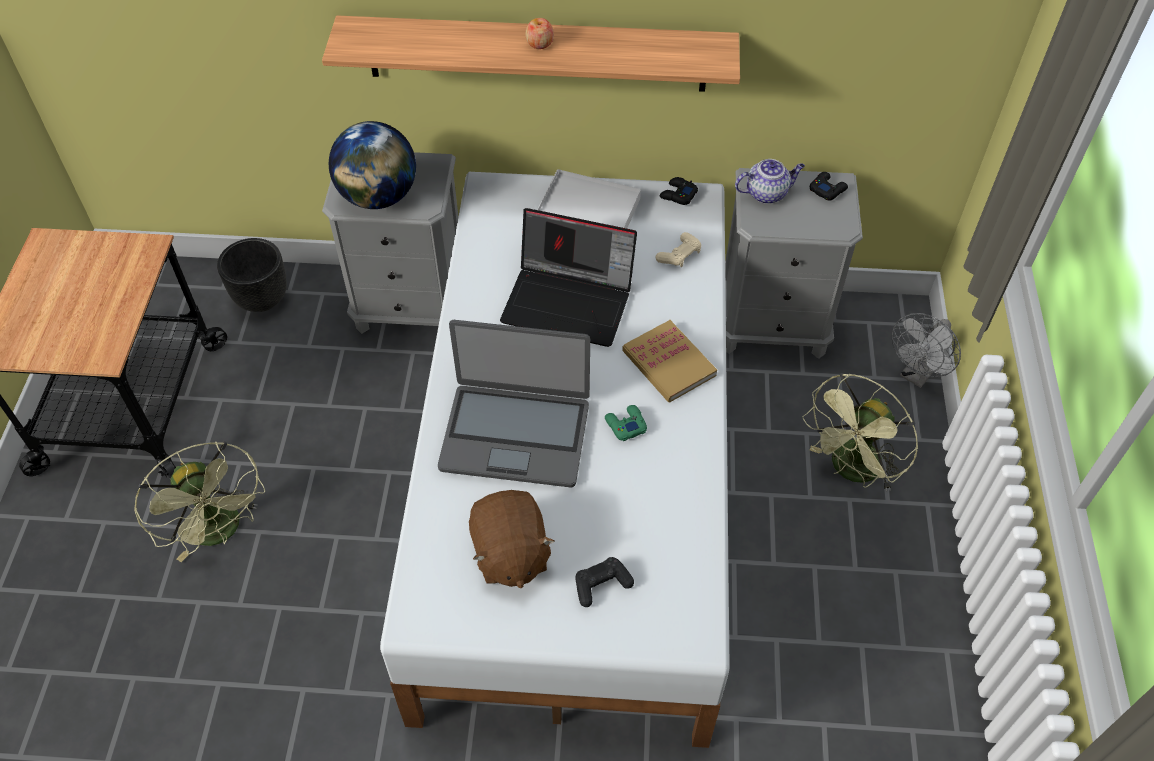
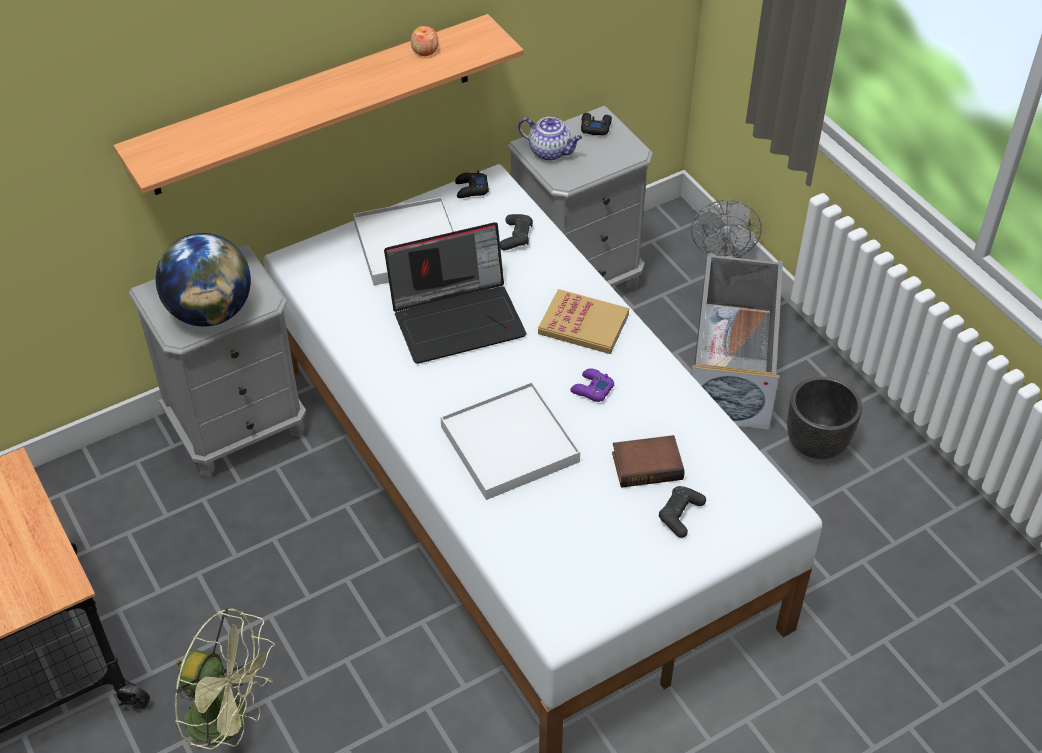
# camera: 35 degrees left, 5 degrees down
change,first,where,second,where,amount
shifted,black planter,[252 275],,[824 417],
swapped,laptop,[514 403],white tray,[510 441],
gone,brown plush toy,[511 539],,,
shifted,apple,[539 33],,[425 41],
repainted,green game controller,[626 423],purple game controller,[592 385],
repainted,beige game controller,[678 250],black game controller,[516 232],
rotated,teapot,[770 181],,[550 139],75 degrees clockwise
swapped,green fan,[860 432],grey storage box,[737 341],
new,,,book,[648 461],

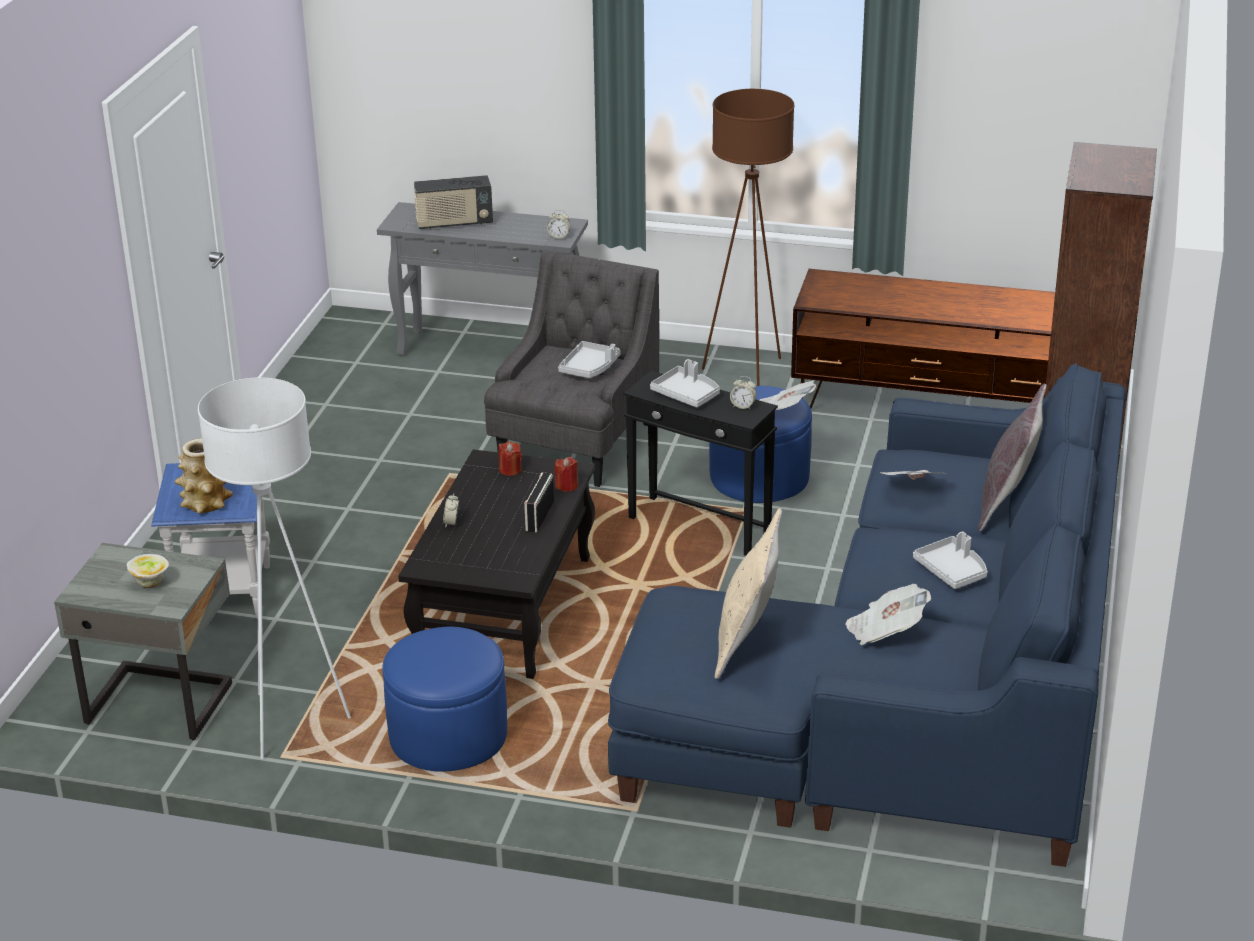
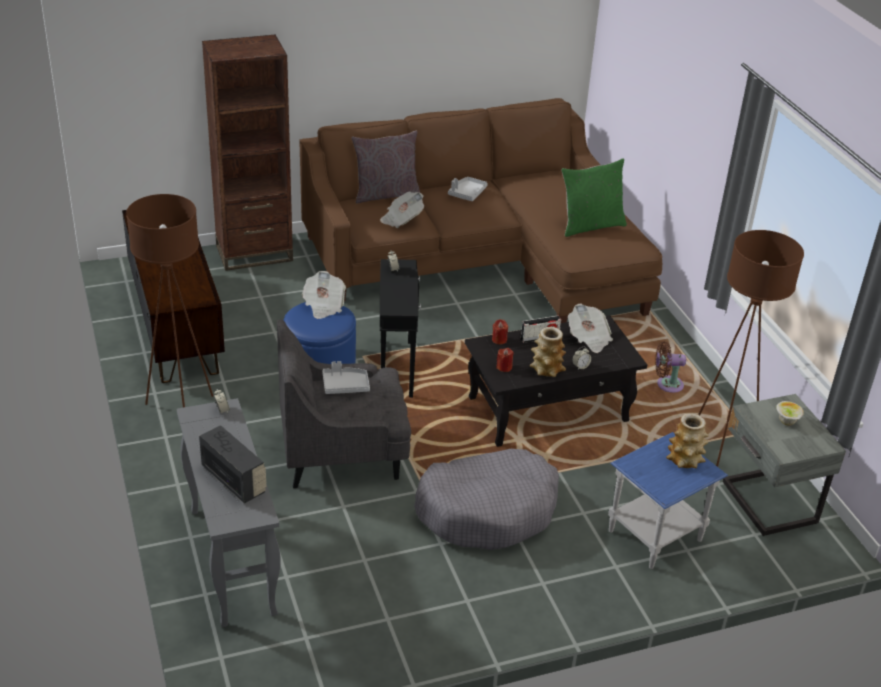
# camera: 125 degrees left, 5 degrees up
change,first,where,second,where,amount
repainted,white floor lamp,[274 568],brown floor lamp,[751 348],
swapped,blue ottoman,[444 699],brown fan,[670 367],
repainted,blue sofa,[867 615],brown sofa,[480 210],
gone,grey tray,[685 383],,,
repainted,beige pillow,[748 593],green pillow,[594 197],
shifted,newspaper,[888 614],,[590 328],
new,,,grey dog bed,[486 499],
new,,,vase,[548 352],

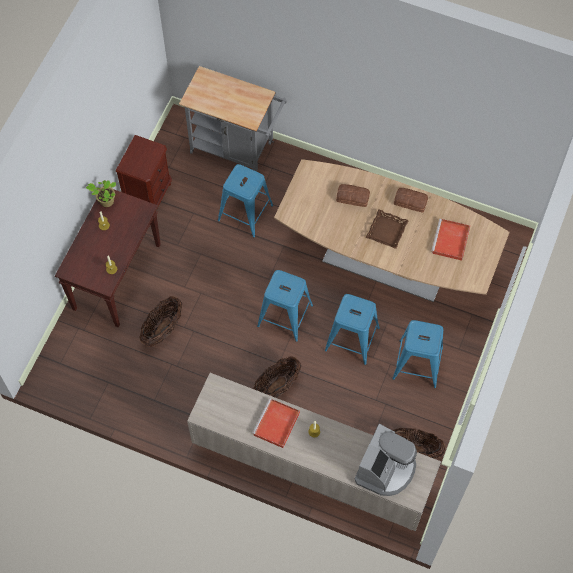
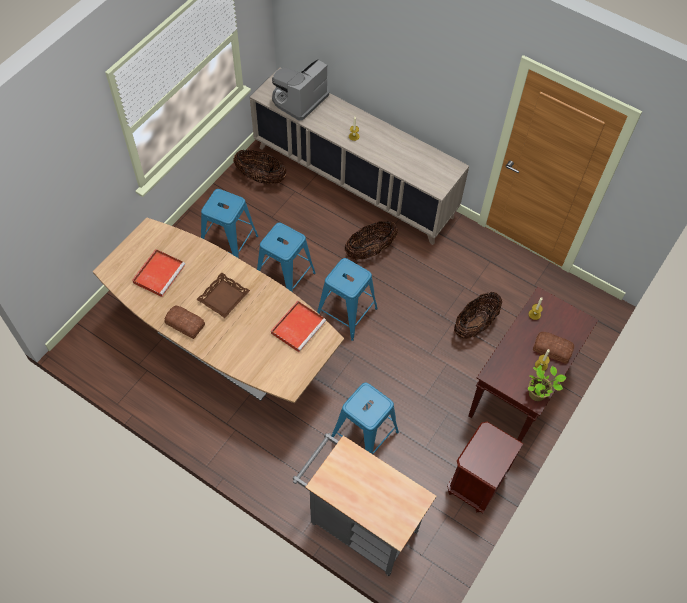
# camera: 170 degrees left, 5 degrees down
change,first,where,second,where,amount
shifted,red tray,[276 423],,[298 326],
shifted,bread,[353 195],,[553 348],

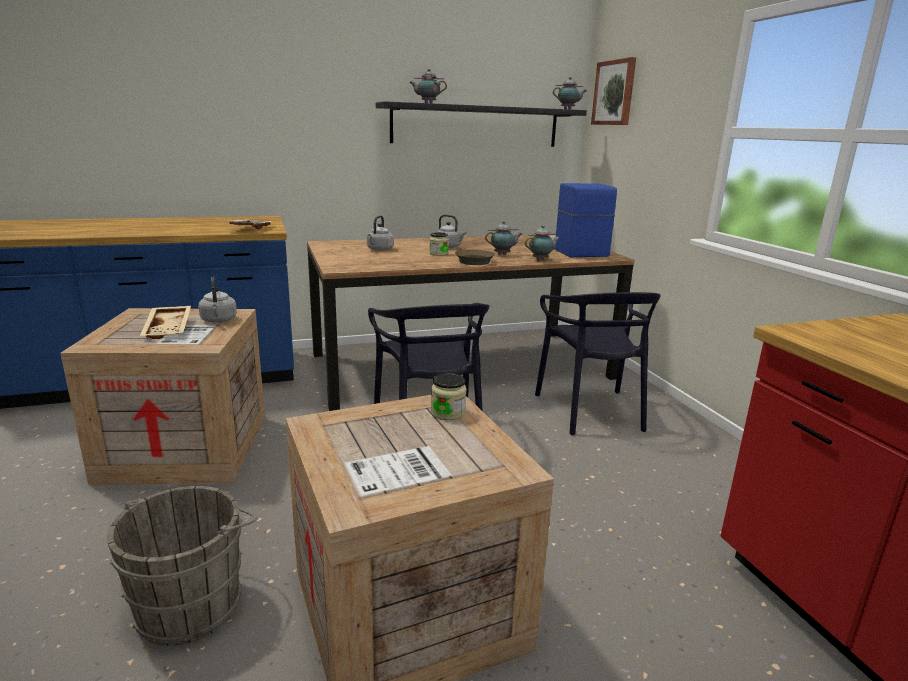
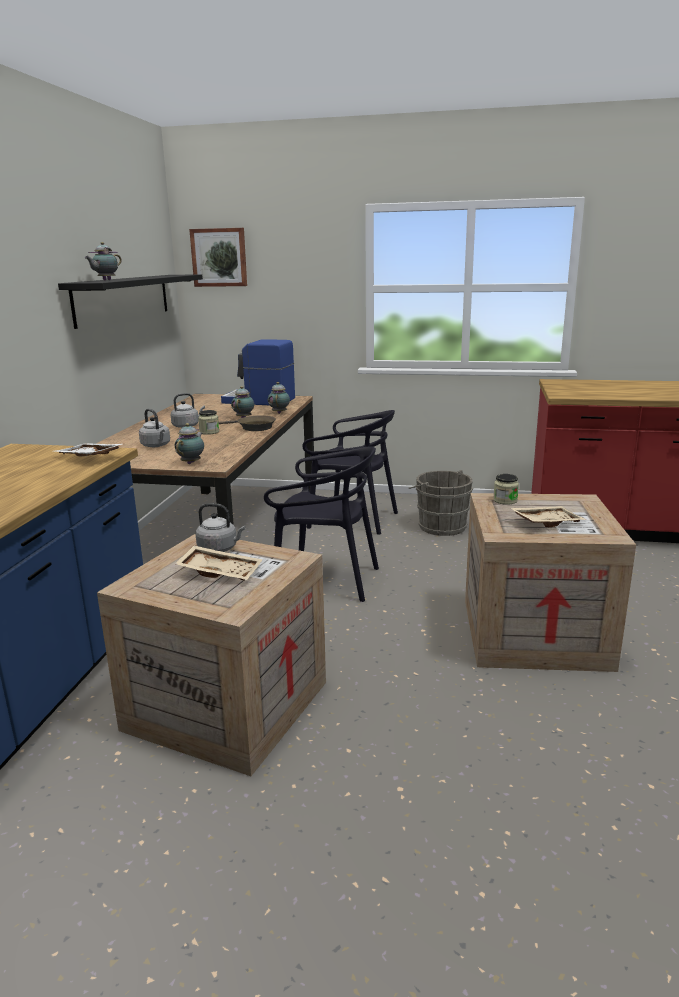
# camera: 60 degrees left, 0 degrees up
change,first,where,second,where,amount
shifted,grey bucket,[182 566],,[441 503],
shifted,teapot,[570 93],,[189 443],
new,,,beige tray,[548 516],

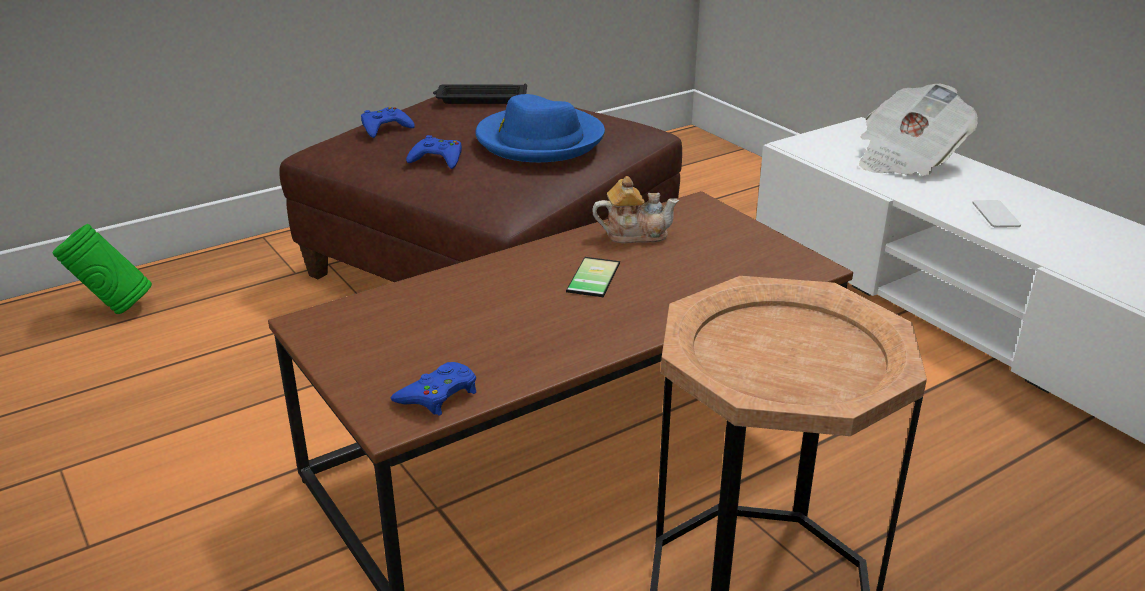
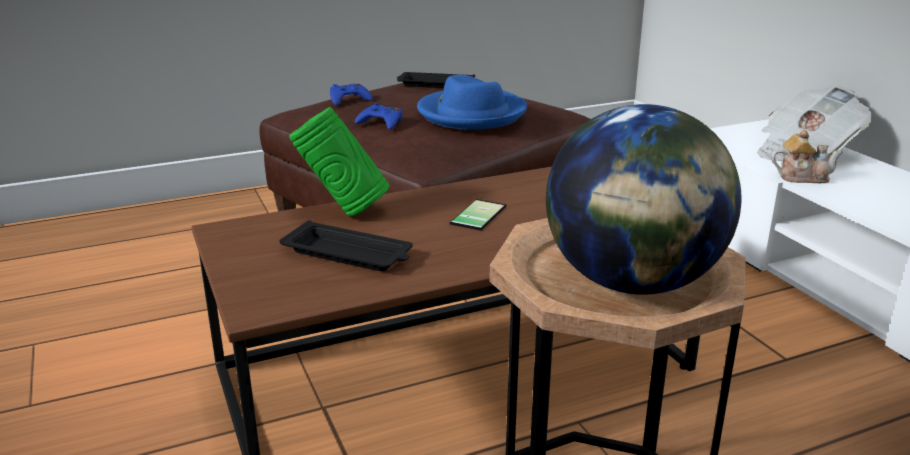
# camera: 10 degrees right, 5 degrees down
change,first,where,second,where,amount
shifted,green vase,[102 269],,[339 161],
gone,blue game controller,[433 388],,,
shifted,teapot,[635 209],,[807 156],
gone,phone,[997 213],,,
new,,,black tray,[346 245],
new,,,globe,[643 199],

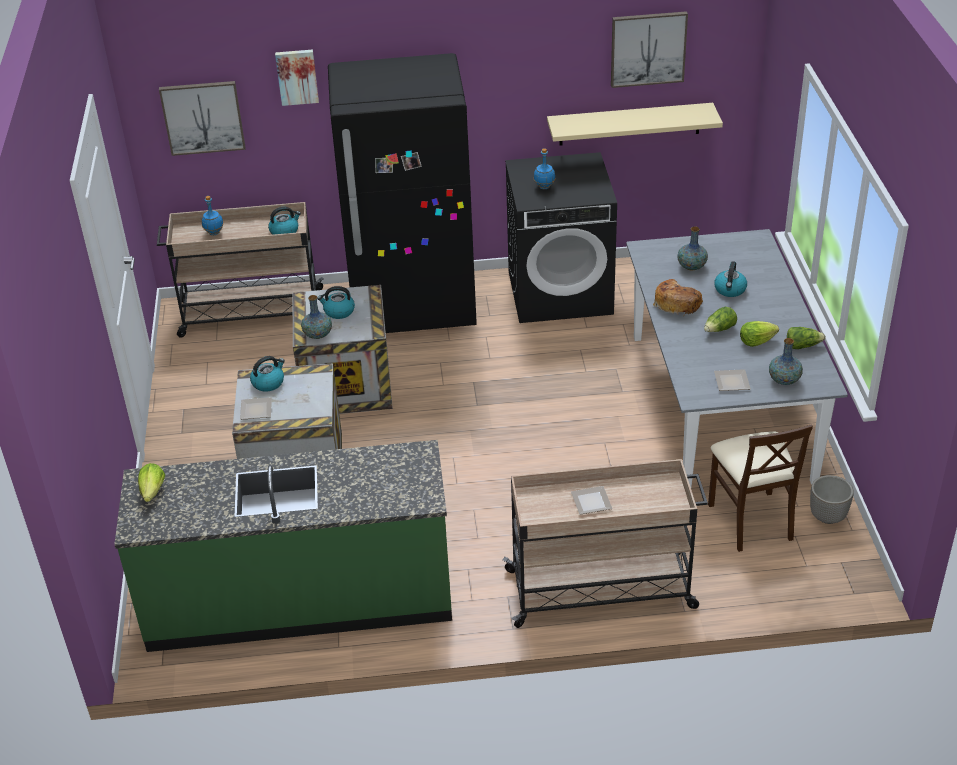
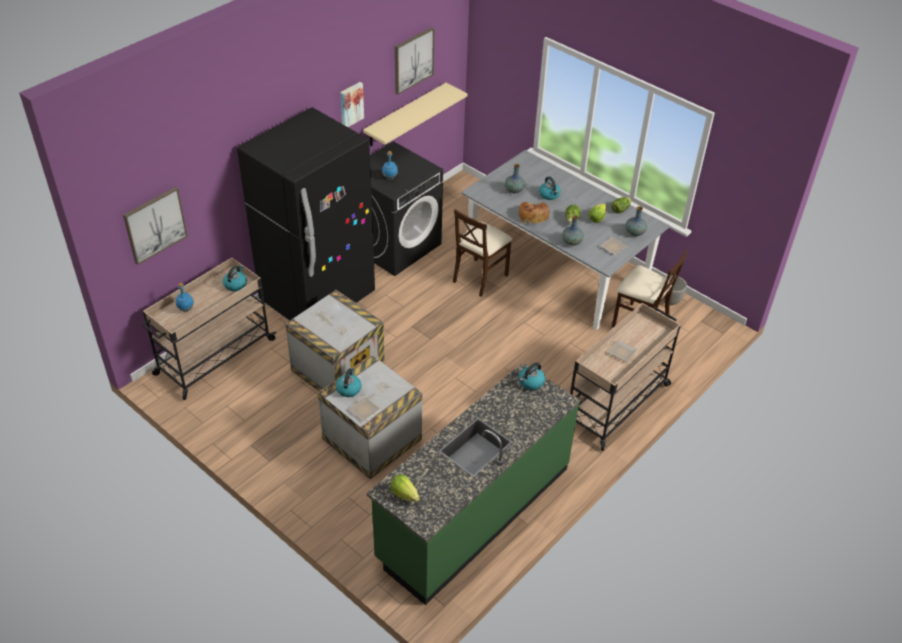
# camera: 45 degrees left, 5 degrees up
change,first,where,second,where,amount
shifted,picture,[297 78],,[352 104],
shifted,vase,[316 317],,[573 230],
shifted,kettle,[336 302],,[531 376],
new,,,beige chair,[483 253],

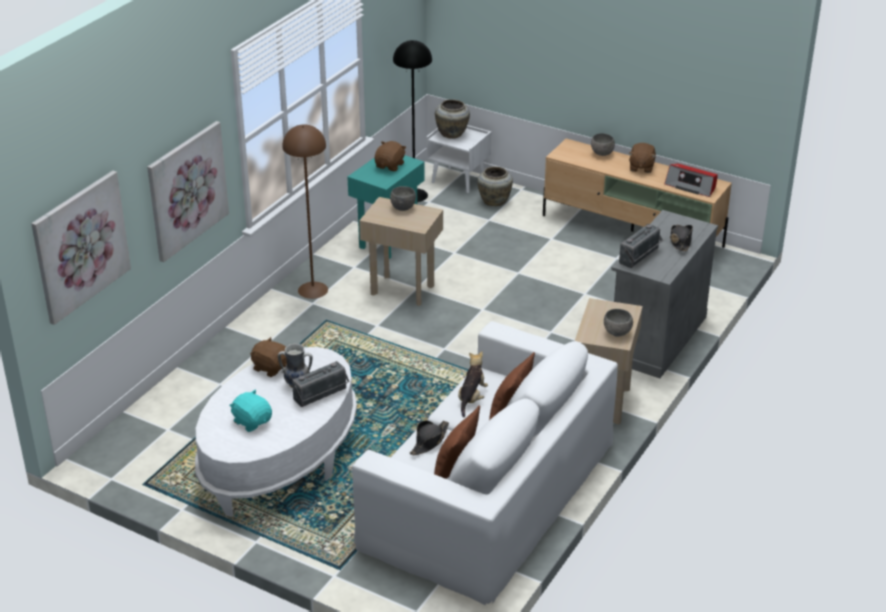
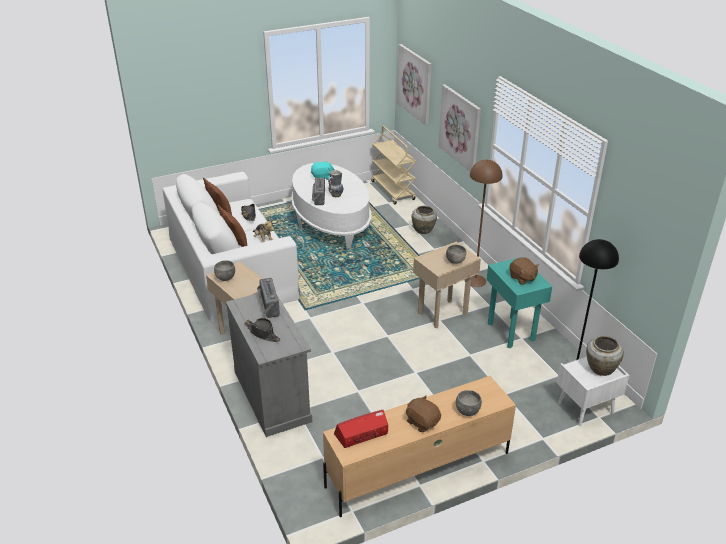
# camera: 125 degrees right, 0 degrees up
change,first,where,second,where,amount
gone,brown plush toy,[268 357],,,
shifted,beige vase,[495 186],,[424 220],
new,,,beige cart,[394 165],

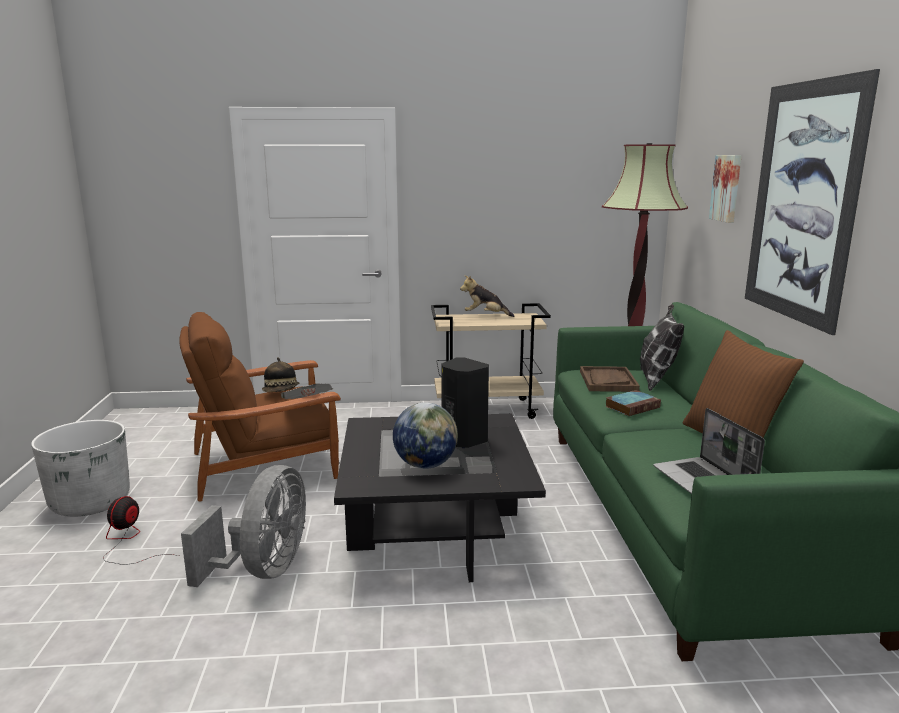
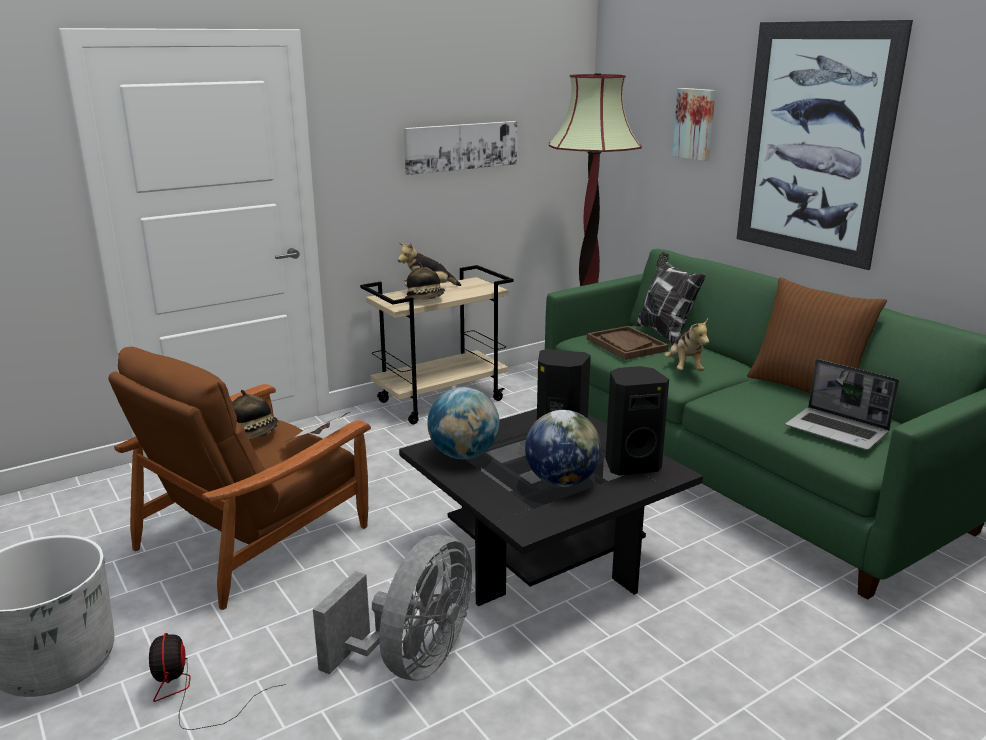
# camera: 30 degrees left, 5 degrees up
change,first,where,second,where,amount
rotated,grey fan,[243 526],,[392 608],45 degrees clockwise
swapped,book,[633 403],plush toy,[686 345],
new,,,picture,[460 148],
new,,,hat,[425 281],
new,,,globe,[463 423],
new,,,black speaker,[637 421],

